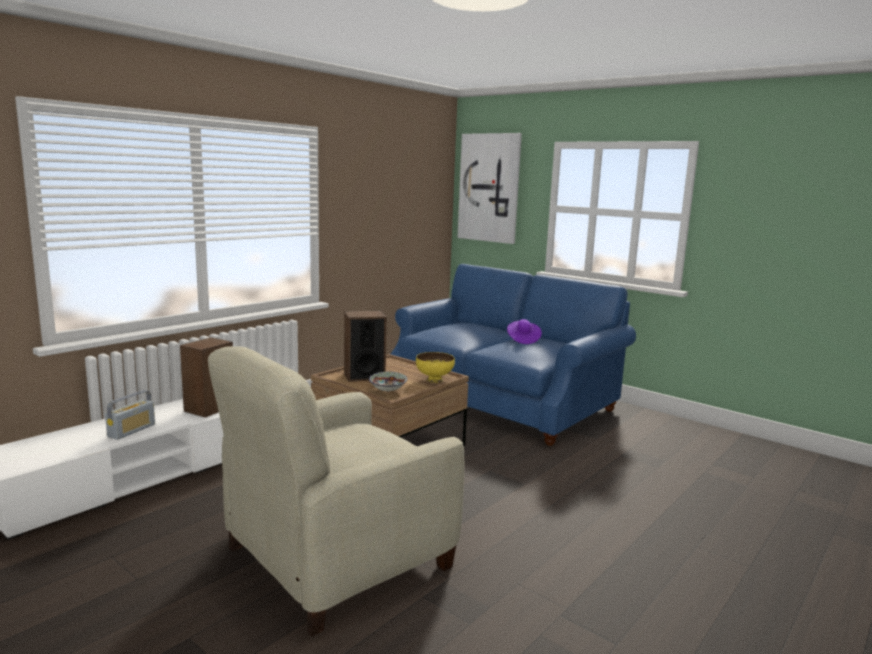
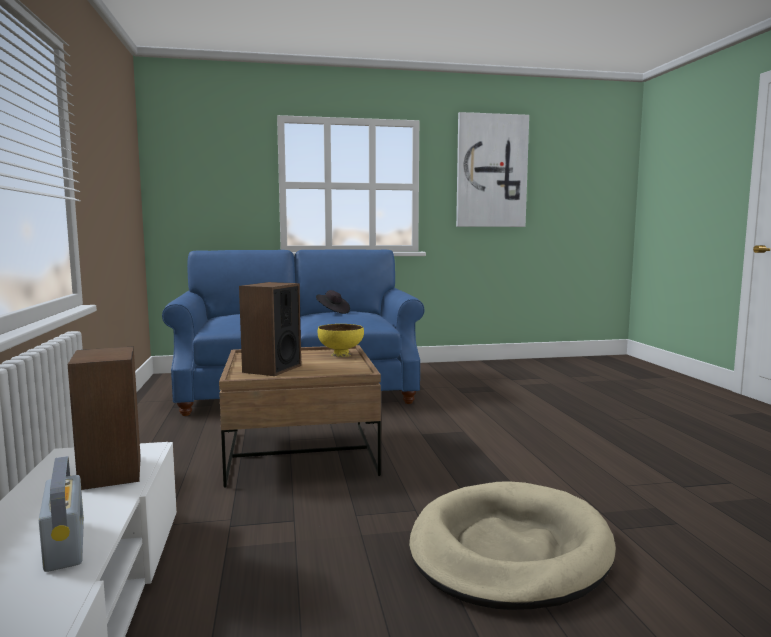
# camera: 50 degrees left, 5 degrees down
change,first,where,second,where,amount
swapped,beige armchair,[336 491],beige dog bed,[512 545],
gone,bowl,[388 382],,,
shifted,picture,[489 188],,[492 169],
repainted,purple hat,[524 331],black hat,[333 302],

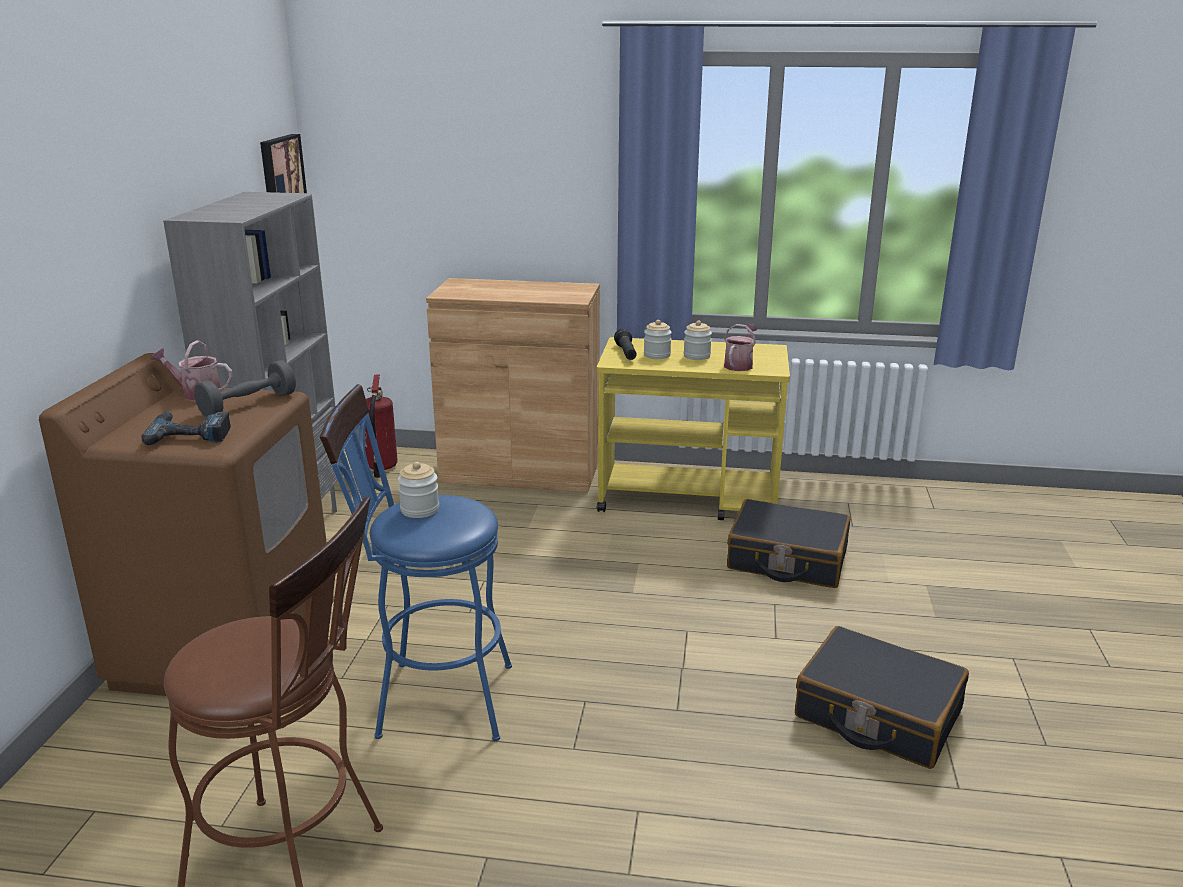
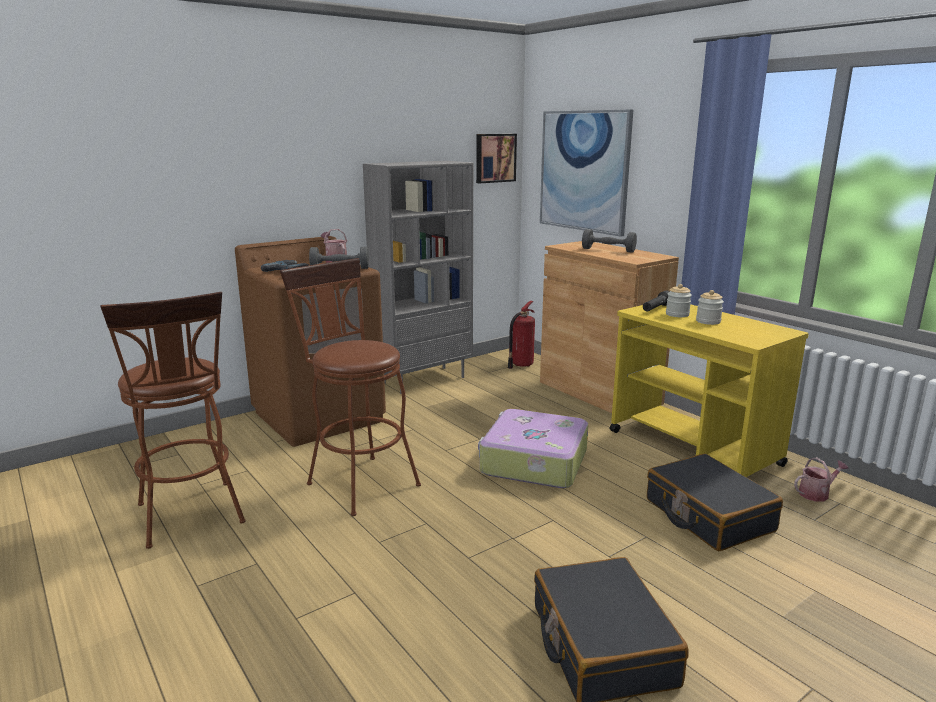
# camera: 45 degrees right, 5 degrees down
change,first,where,second,where,amount
repainted,blue stool,[416 562],brown stool,[350 387],
gone,jar,[418 490],,,
shifted,watering can,[741 347],,[821 479],
new,,,suitcase,[533 448],
new,,,picture,[586 173],
new,,,grey dumbbell,[609 241],

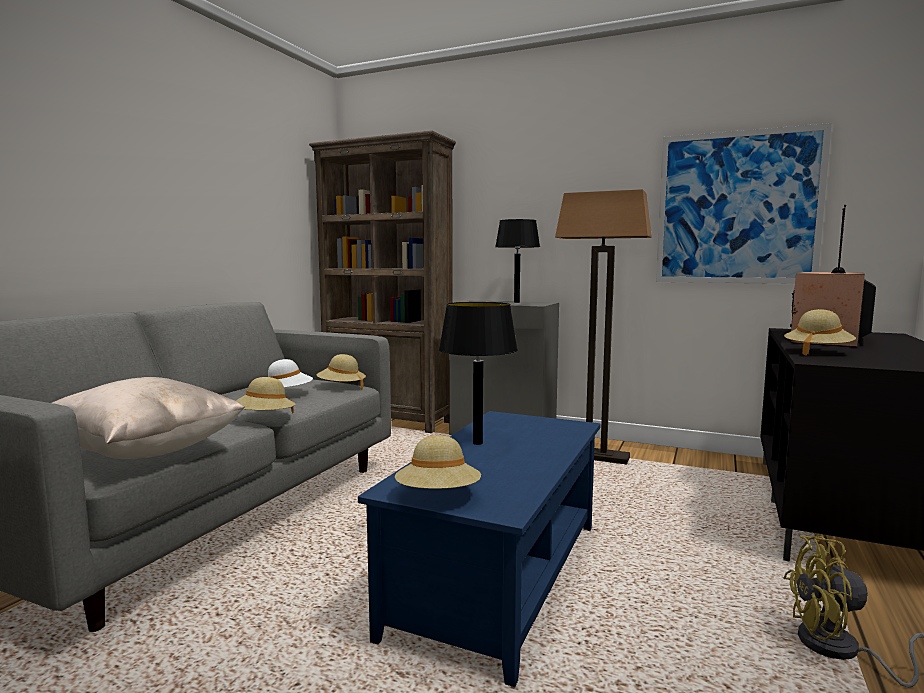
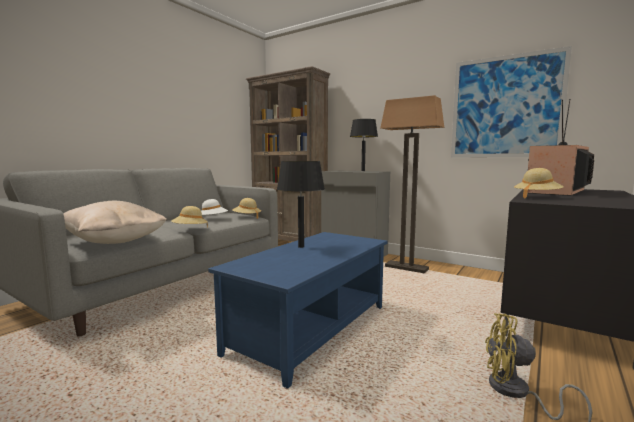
# camera: 10 degrees right, 0 degrees up
change,first,where,second,where,amount
gone,beige hat,[438 462],,,

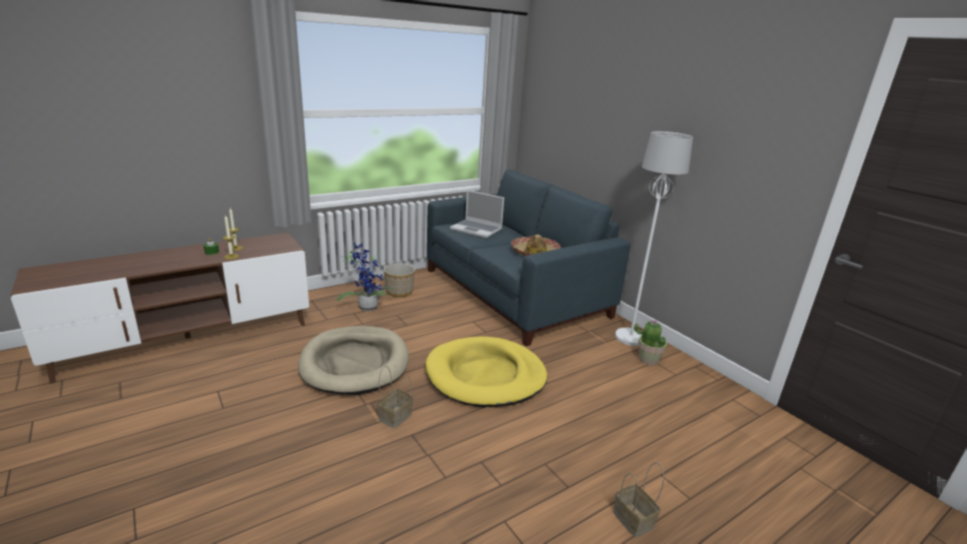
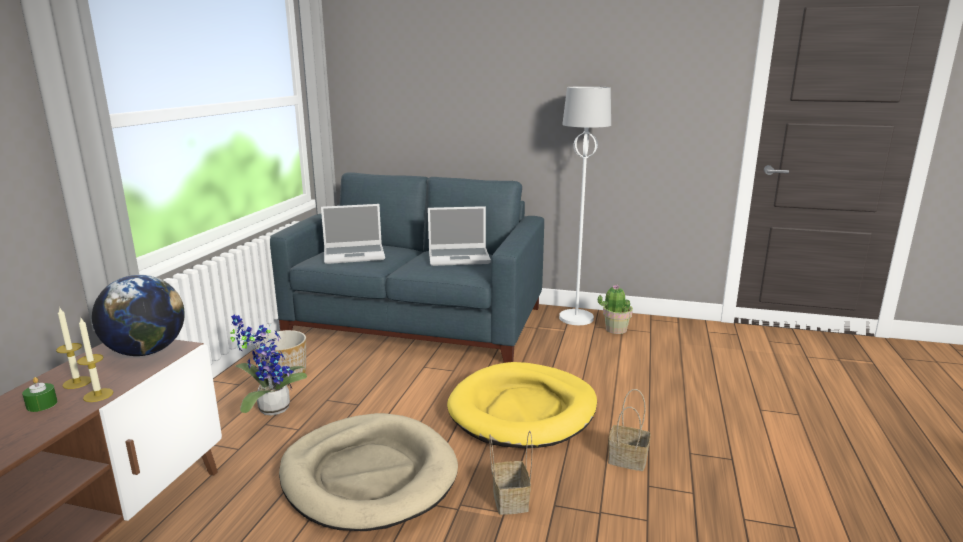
# camera: 40 degrees left, 5 degrees down
change,first,where,second,where,amount
swapped,hat,[536 245],laptop,[459 236],
shifted,basket,[638 499],,[629 430],
new,,,globe,[138 315],

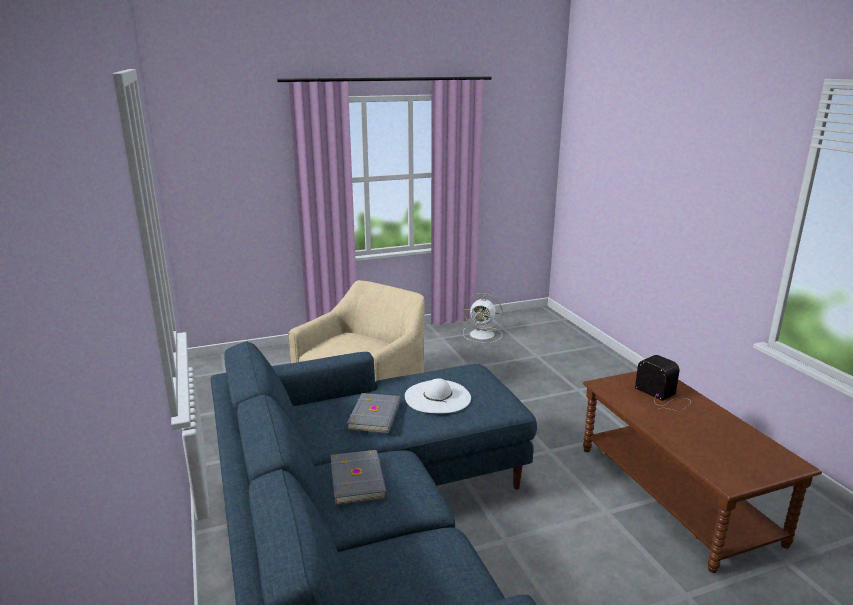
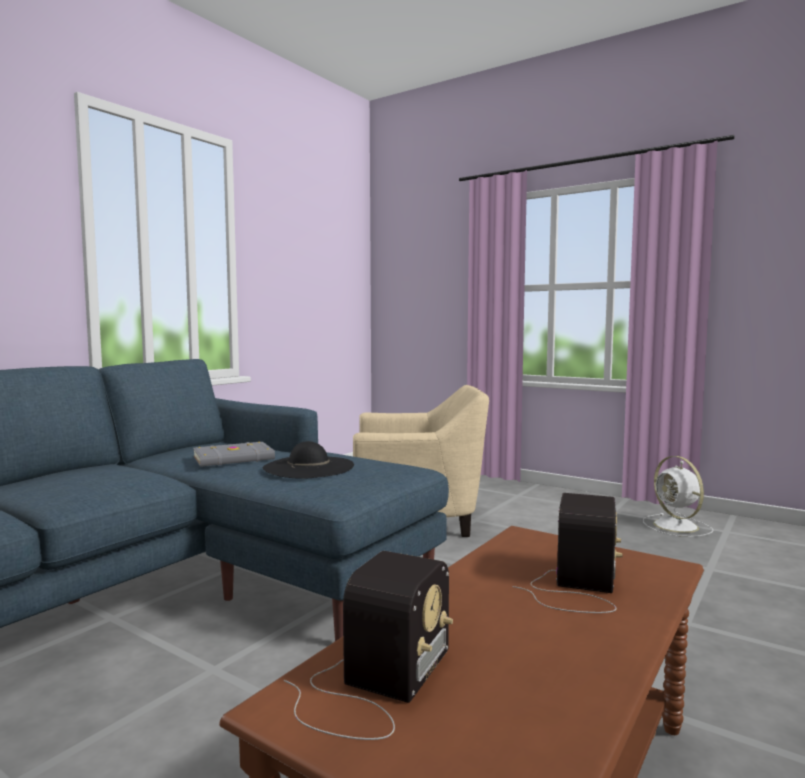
# camera: 55 degrees right, 15 degrees down
change,first,where,second,where,amount
gone,grey book,[359 477],,,
repainted,white hat,[438 395],black hat,[308 460],
new,,,radio,[368 645],

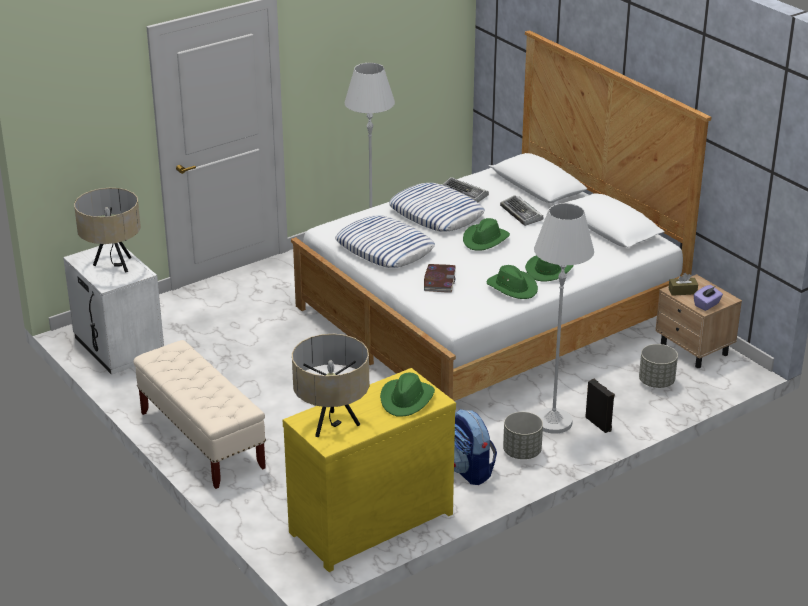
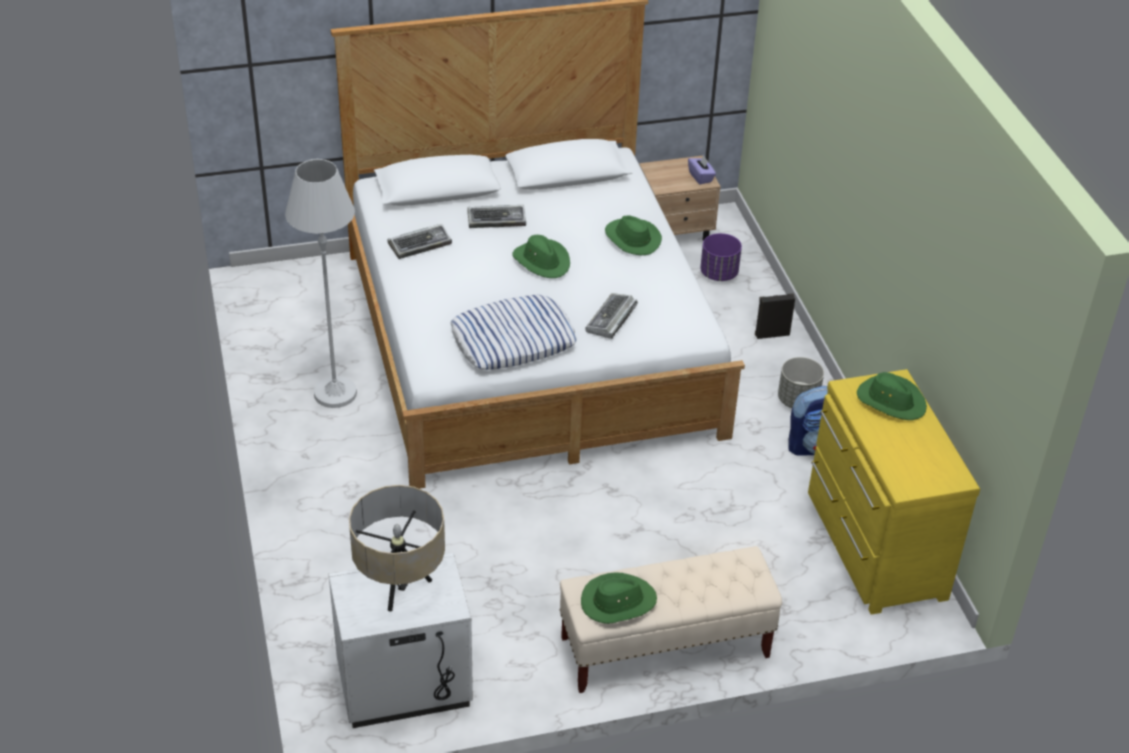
# camera: 70 degrees left, 10 degrees up
change,first,where,second,where,amount
gone,beige table lamp,[330 385],,,
gone,pillow,[437 207],,,
swapped,book,[440 278],keyboard,[611 316],
shifted,green hat,[512 282],,[619 598],
gone,white floor lamp,[564 318],,,
repainted,grey planter,[658 366],purple planter,[721 257],
gone,brown tissue box,[683 284],,,

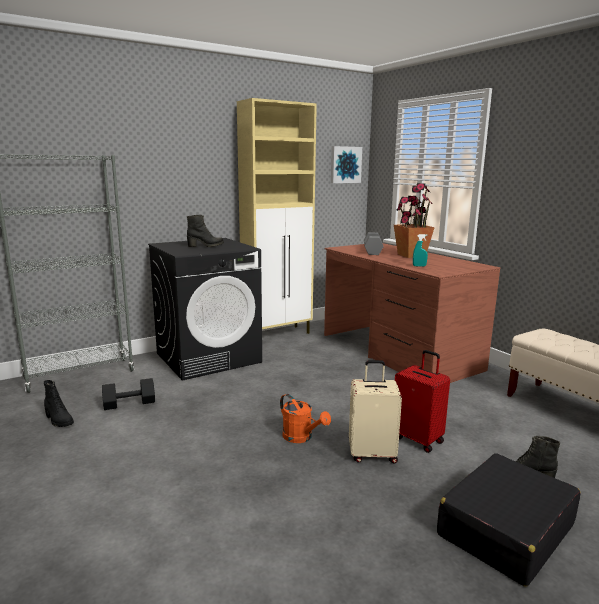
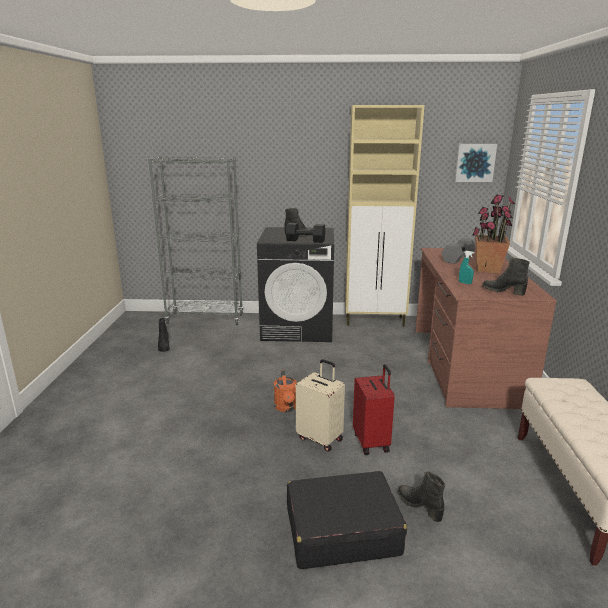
# camera: 35 degrees right, 5 degrees up
change,first,where,second,where,amount
shifted,black dumbbell,[128 394],,[305 233],
new,,,black boot,[506 276],

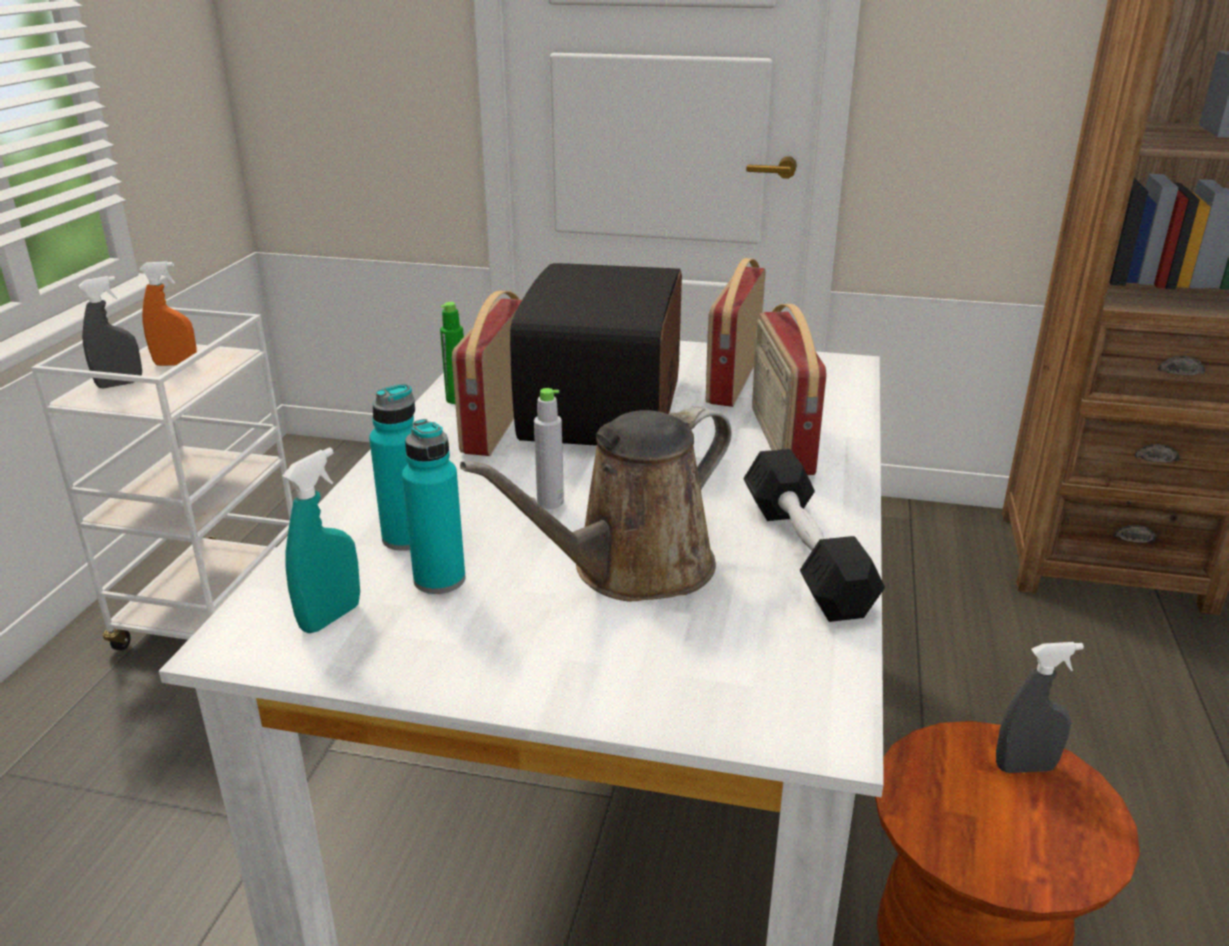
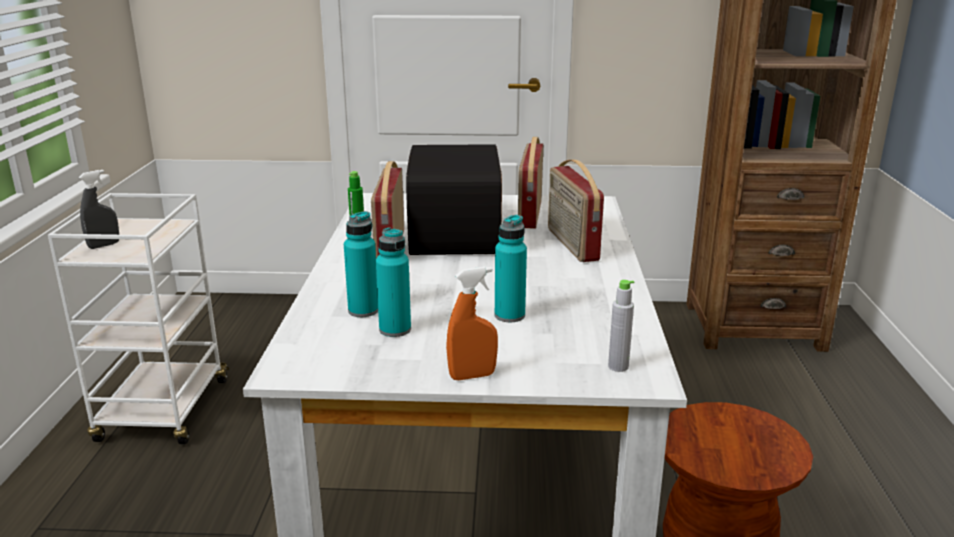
# camera: 10 degrees left, 5 degrees down
change,first,where,second,where,amount
shifted,orange spray bottle,[168 313],,[472 323],
gone,turquoise spray bottle,[321 540],,,
swapped,brown watering can,[596 504],turquoise bottle,[511 268],
shifted,grey bottle,[549 448],,[621 326],
gone,black dumbbell,[814 535],,,
gone,grey spray bottle,[1040 707],,,

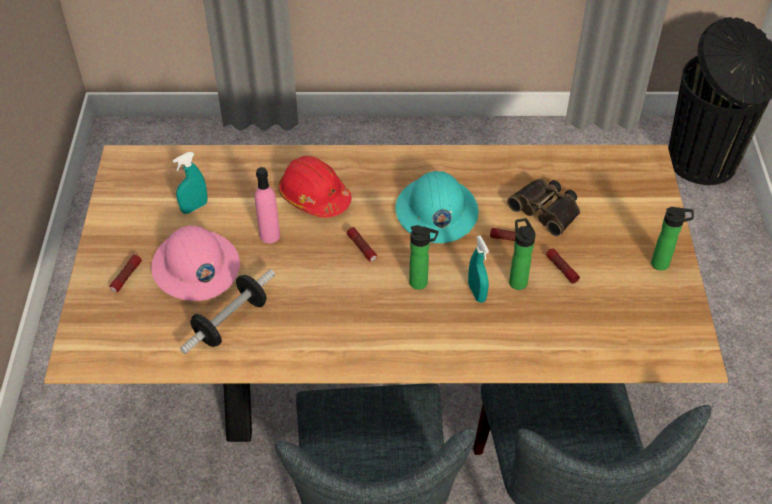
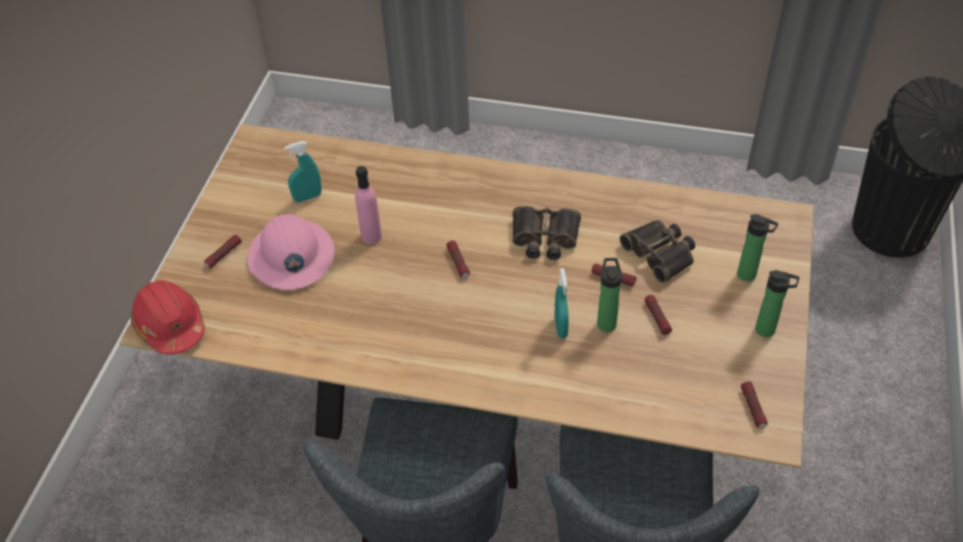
# camera: 15 degrees right, 0 degrees up
change,first,where,second,where,amount
gone,dumbbell,[227 311],,,
shifted,red hard hat,[315 187],,[168 317],
swapped,turquoise hard hat,[436 207],binoculars,[547 233],
shifted,bottle,[423 257],,[757 247],
new,,,flashlight,[754 405],

